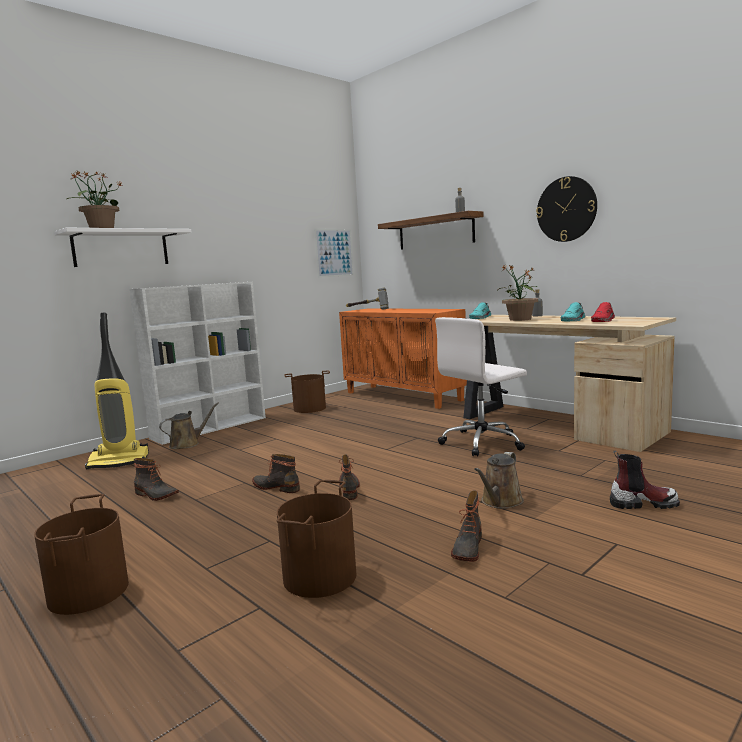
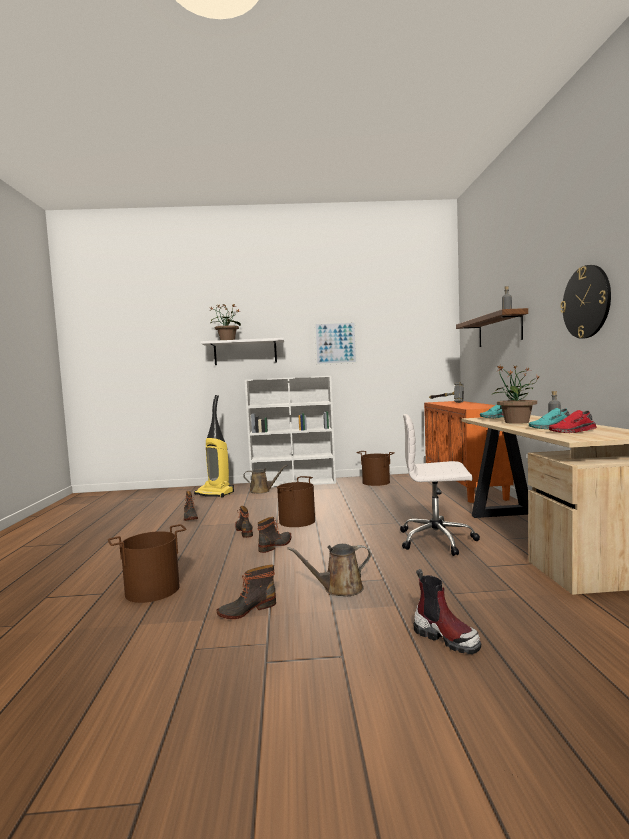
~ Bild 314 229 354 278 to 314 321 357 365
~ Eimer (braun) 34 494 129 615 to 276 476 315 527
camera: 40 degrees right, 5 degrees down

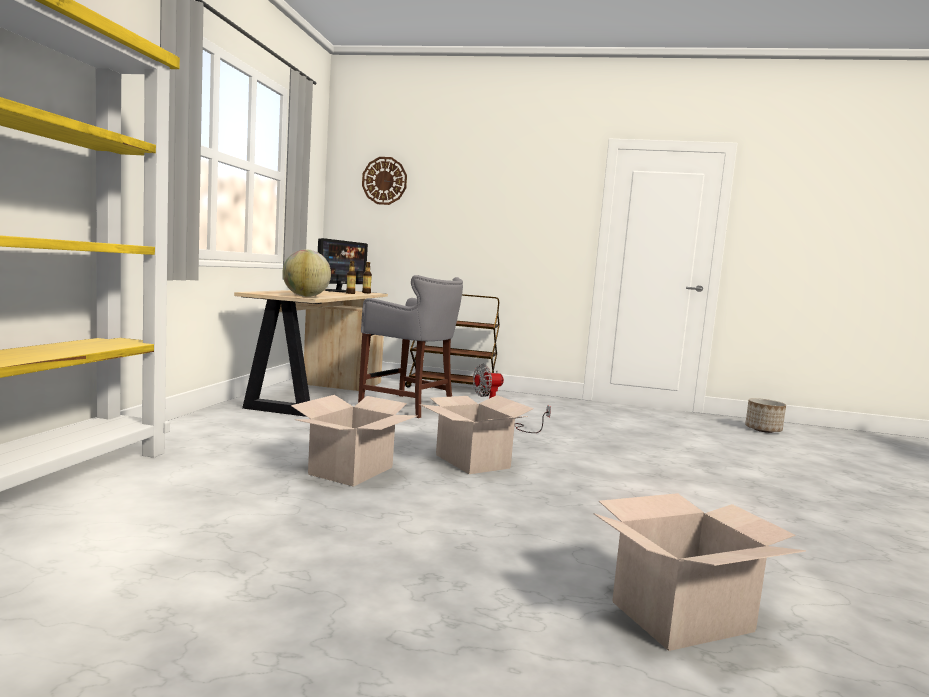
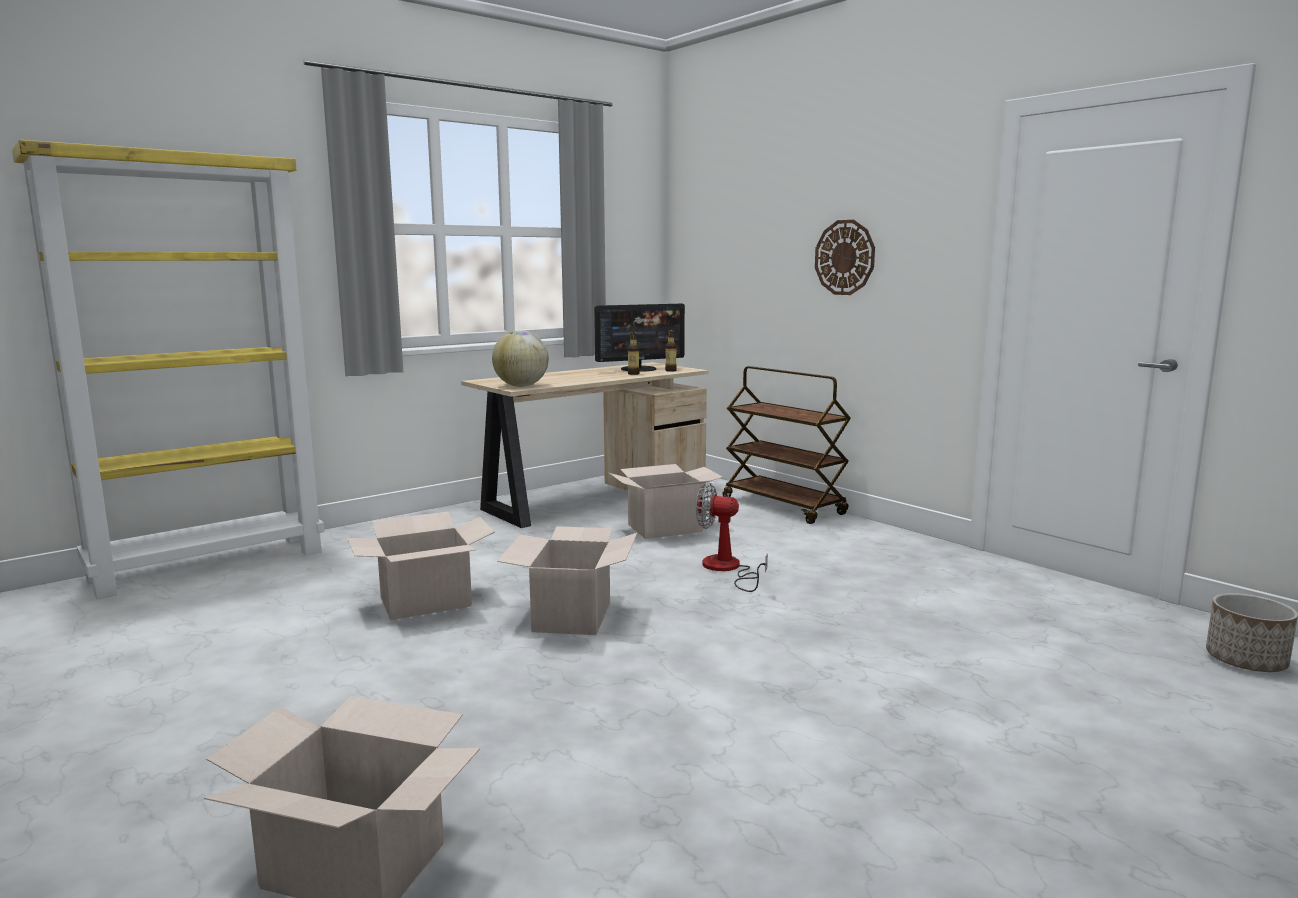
~ Wanduhr 362 157 407 205 to 815 220 875 295
~ Hocker (grau) 358 275 463 418 to Karton 609 464 723 539
camera: 40 degrees right, 5 degrees up

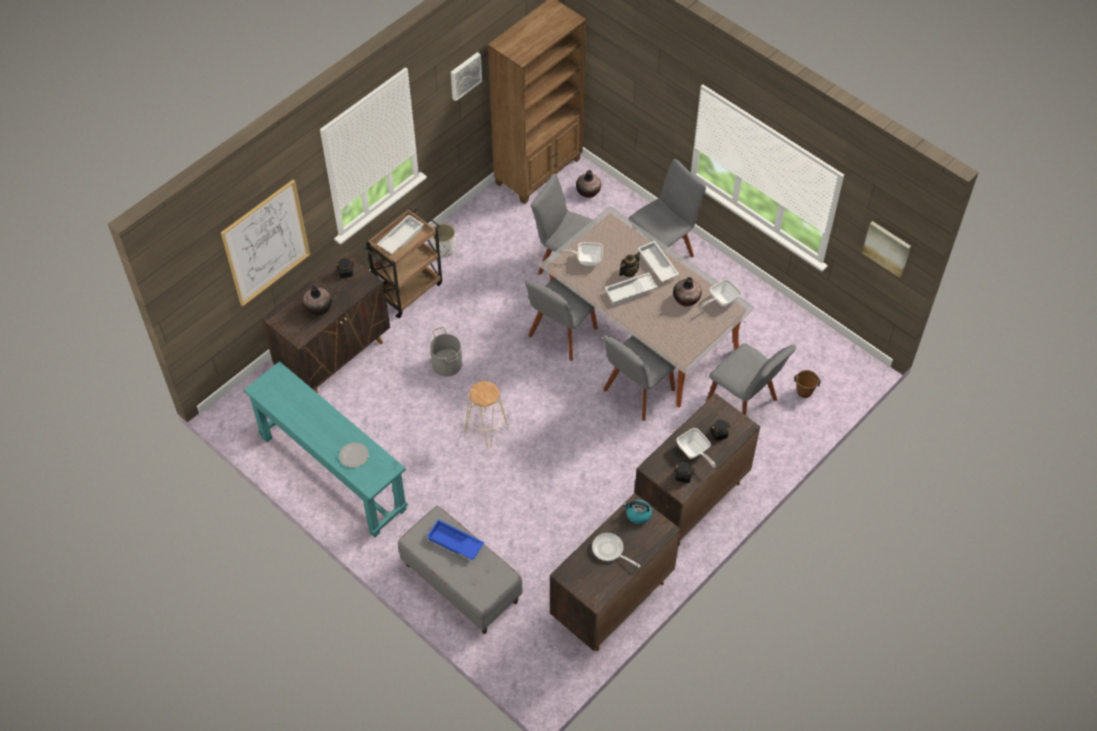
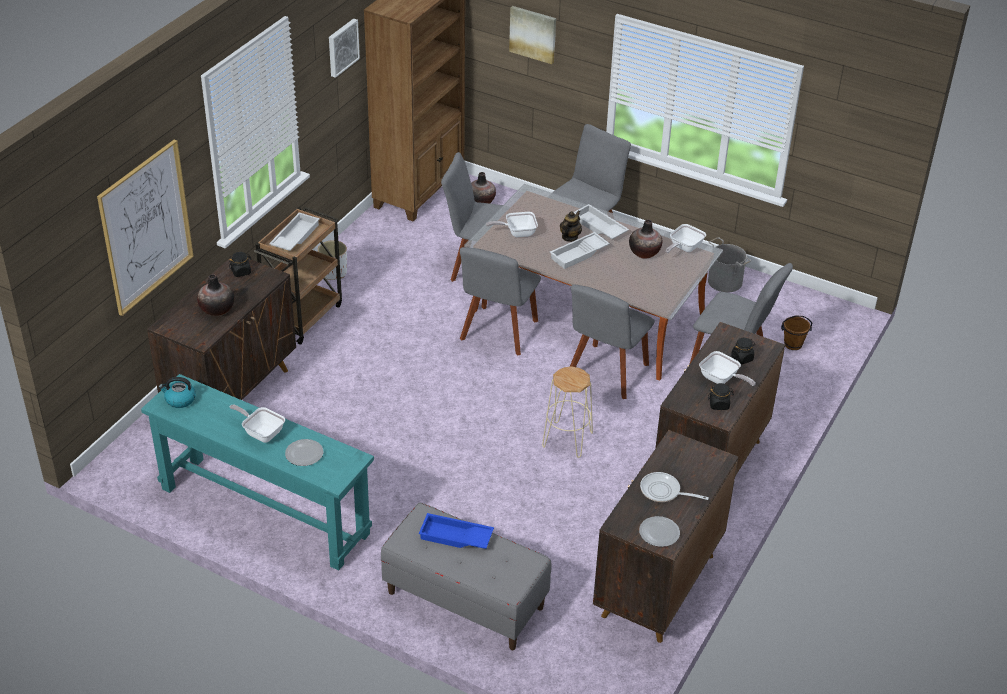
~ Bild 862 221 911 278 to 509 6 556 64
~ Eimer (grau) 430 327 462 377 to 708 237 751 293
~ Hocker (beige) 465 381 508 448 to 542 367 593 458
~ Wasserkessel 623 500 652 524 to 159 377 196 408
+ Pfanne 230 405 285 443
+ Teller 639 516 680 547
camera: 15 degrees left, 15 degrees down

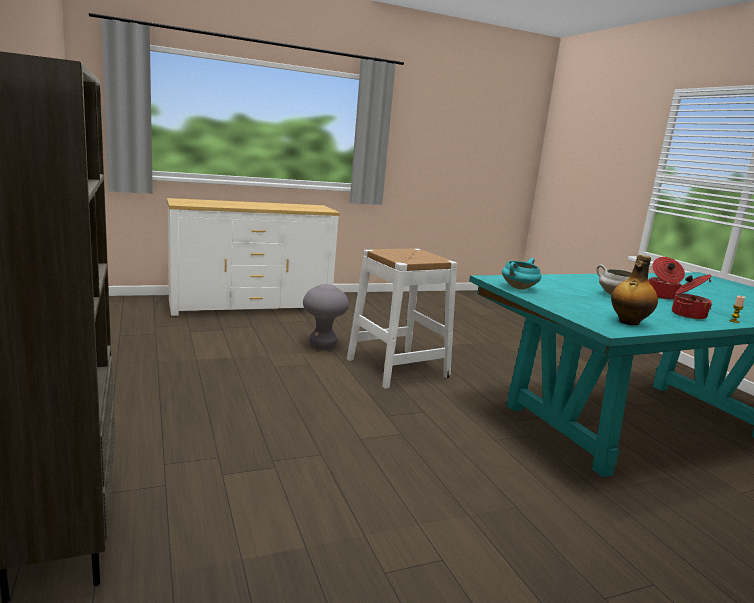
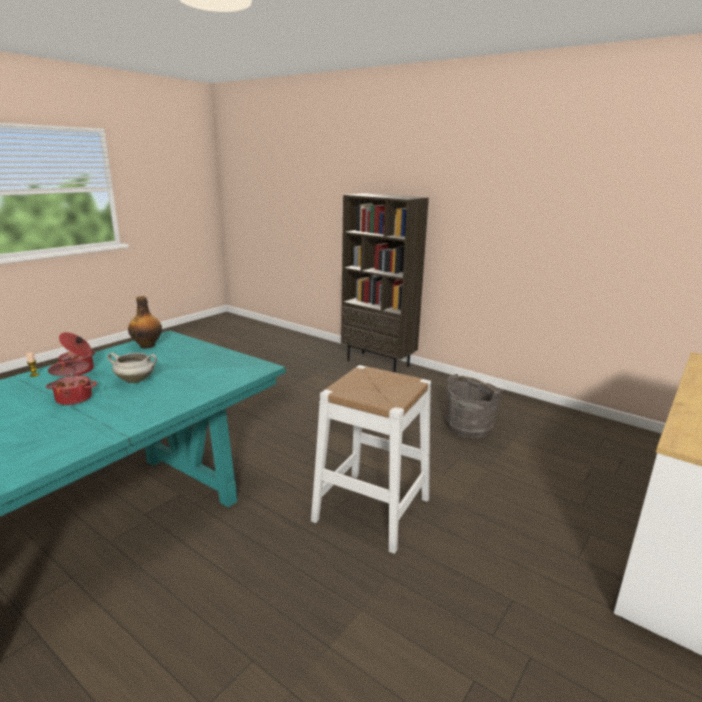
- Kochtopf (türkis) 502 258 541 290
- Hocker (grau) 303 284 349 350
+ Eimer (grau) 446 374 503 439
camera: 150 degrees right, 5 degrees up

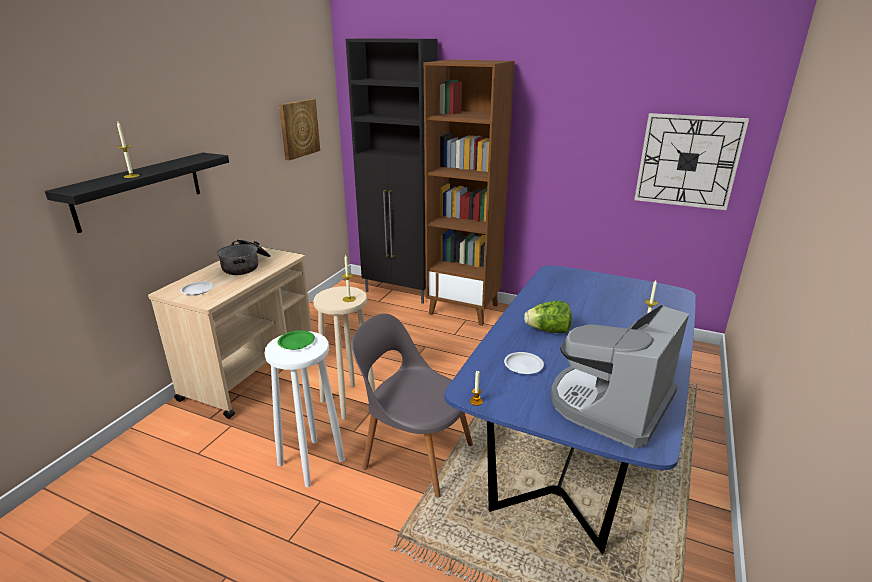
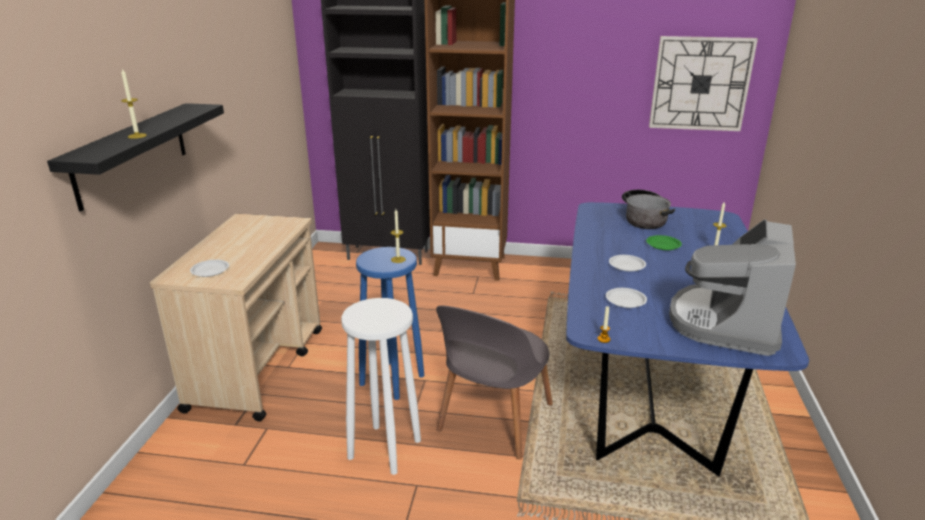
- Bild 279 99 320 161
~ Kochtopf 217 239 271 275 to 622 190 675 229
~ Hocker (beige) 313 286 375 420 to Hocker (blau) 356 247 424 400
~ Salatkopf 524 301 572 333 to Teller (weiß) 609 255 646 272
~ Stuhl (grau) 352 313 473 498 = 436 305 553 459 75 degrees counterclockwise
~ Teller (grün) 278 330 315 350 to 646 235 682 250
camera: 15 degrees left, 0 degrees up

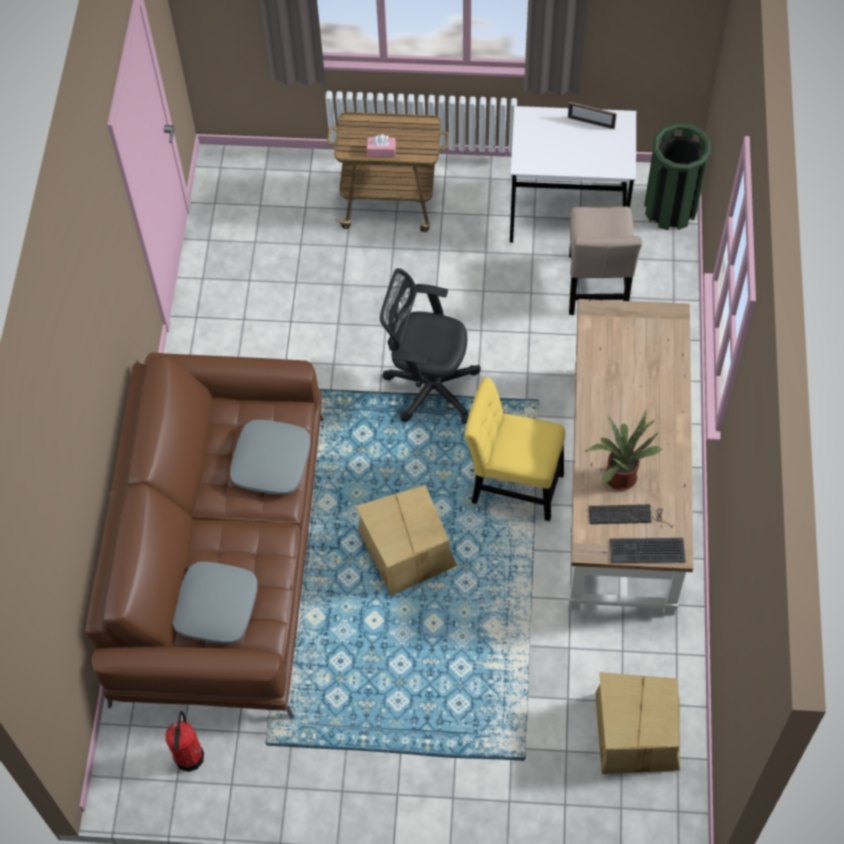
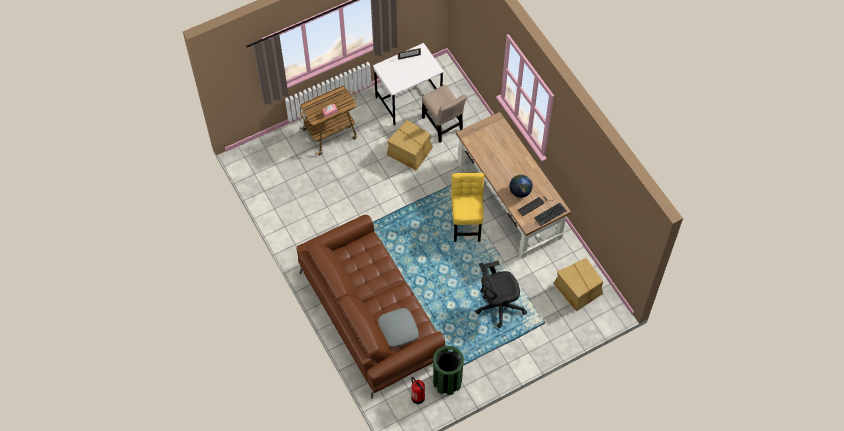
~ Mülleimer (grün) 644 123 711 230 to 433 346 464 395
~ Bürostuhl (schwarz) 380 268 481 424 to 475 260 527 328
~ Stuhl (gelb) 464 377 565 521 = 451 173 484 242 105 degrees clockwise
~ Topfpflanze 584 410 664 491 to Globus 509 175 533 198
- Kissen (grau) 230 420 310 495
~ Karton 356 485 457 596 to 387 120 433 171
camera: 35 degrees left, 0 degrees up

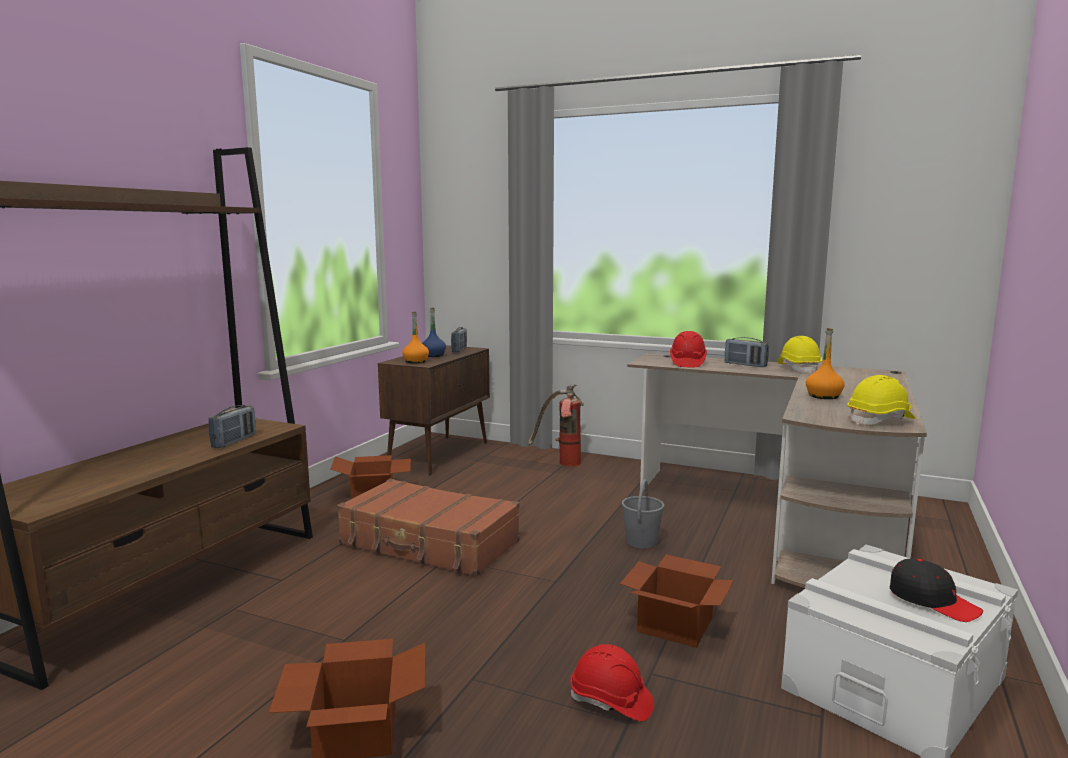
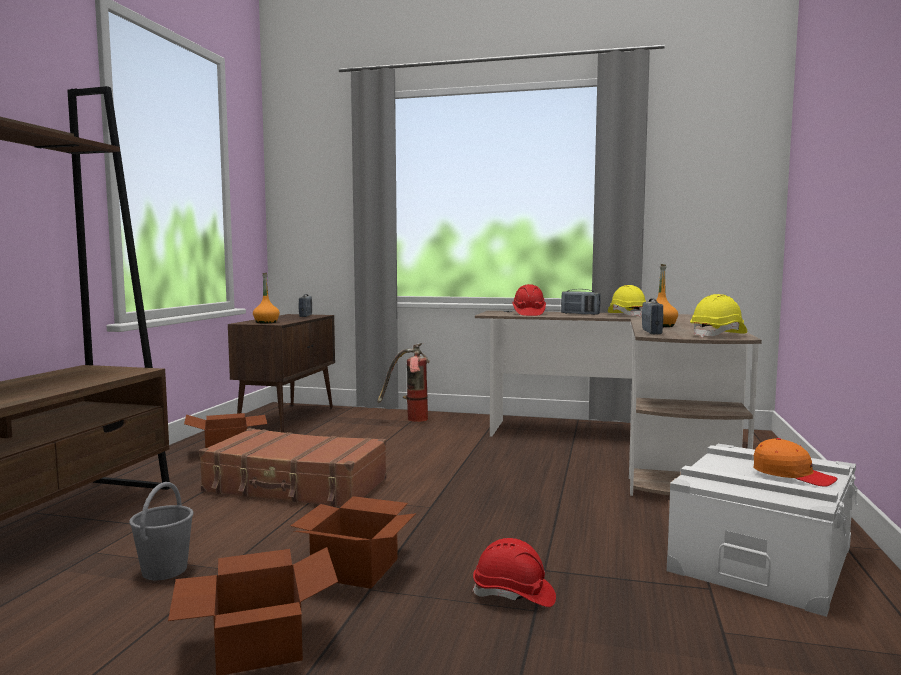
- Flasche (blau) 422 308 446 357
~ Radio 208 405 256 448 to 642 298 663 334
~ Eimer (grau) 622 479 664 548 to 129 482 193 580
~ Karton 620 555 734 648 to 291 496 416 589
~ Kappe (schwarz) 890 558 983 622 to Kappe (orange) 754 438 837 487
camera: 10 degrees left, 5 degrees down

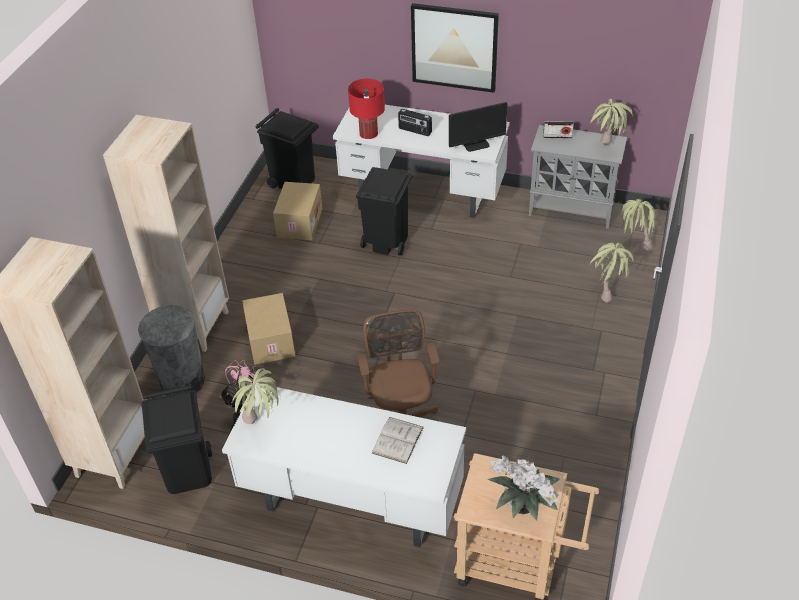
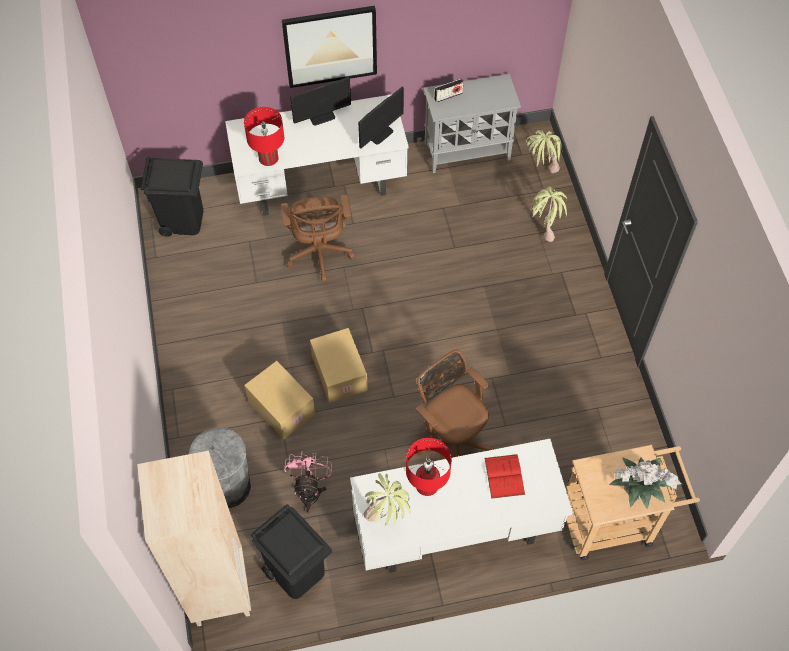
- Topfpflanze 590 99 633 145
- Radio 398 109 432 136
- Bücherregal (beige) 103 115 229 352
~ Mülleimer (schwarz) 356 167 413 256 to Bürostuhl (braun) 280 195 355 282
~ Karton 273 182 322 240 to 310 328 368 403
~ Buch (weiß) 372 417 424 464 to Buch (rot) 484 454 525 499
+ Monitor 290 77 351 126
+ Tischlampe (rot) 406 438 452 496
camera: 30 degrees left, 15 degrees up

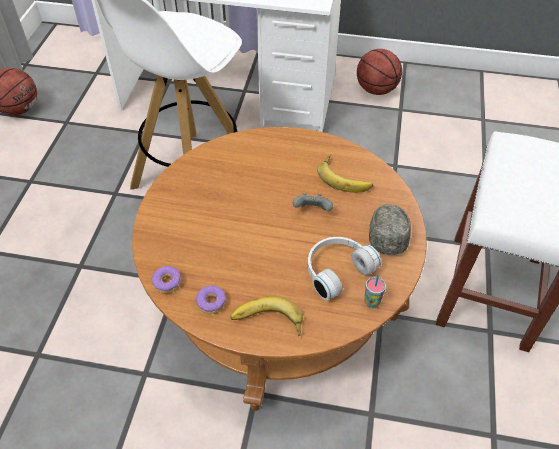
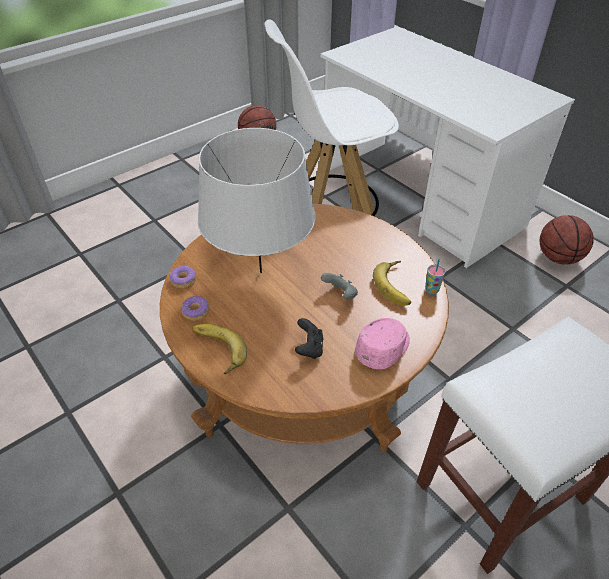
~ Kappe (grau) 369 204 411 255 to Kappe (rosa) 355 318 410 369
~ Kopfhörer (weiß) 308 237 381 300 to Gamepad (schwarz) 295 318 323 359
~ Tasse 364 275 386 308 to 425 259 445 295
+ Tischlampe (grau) 198 128 315 273
camera: 40 degrees right, 5 degrees down

